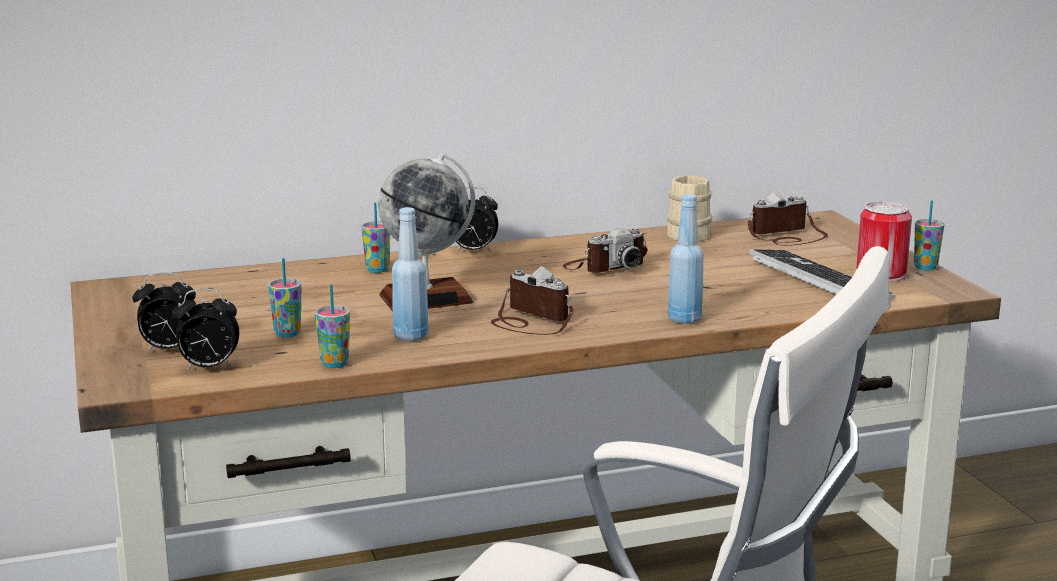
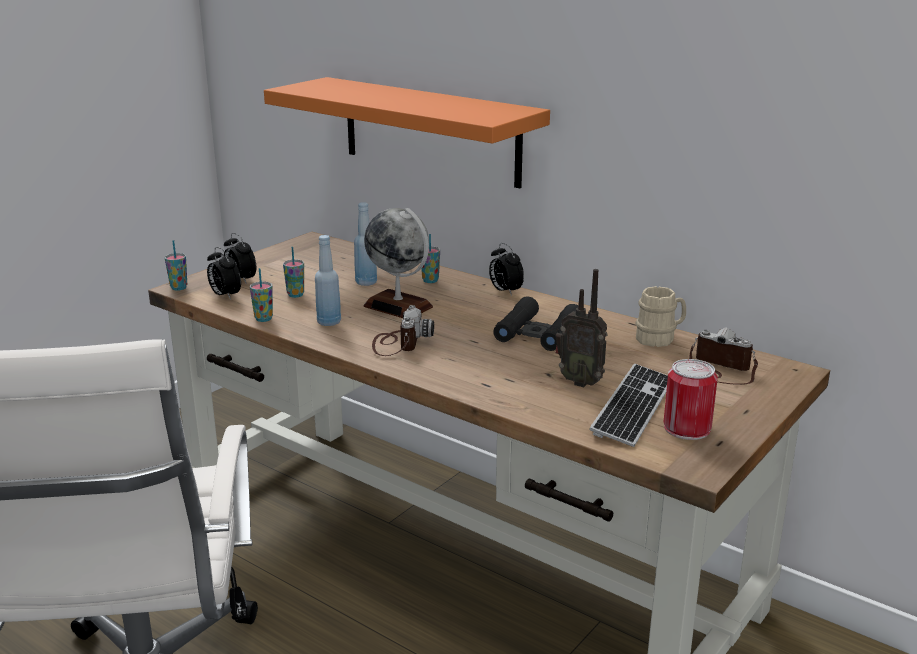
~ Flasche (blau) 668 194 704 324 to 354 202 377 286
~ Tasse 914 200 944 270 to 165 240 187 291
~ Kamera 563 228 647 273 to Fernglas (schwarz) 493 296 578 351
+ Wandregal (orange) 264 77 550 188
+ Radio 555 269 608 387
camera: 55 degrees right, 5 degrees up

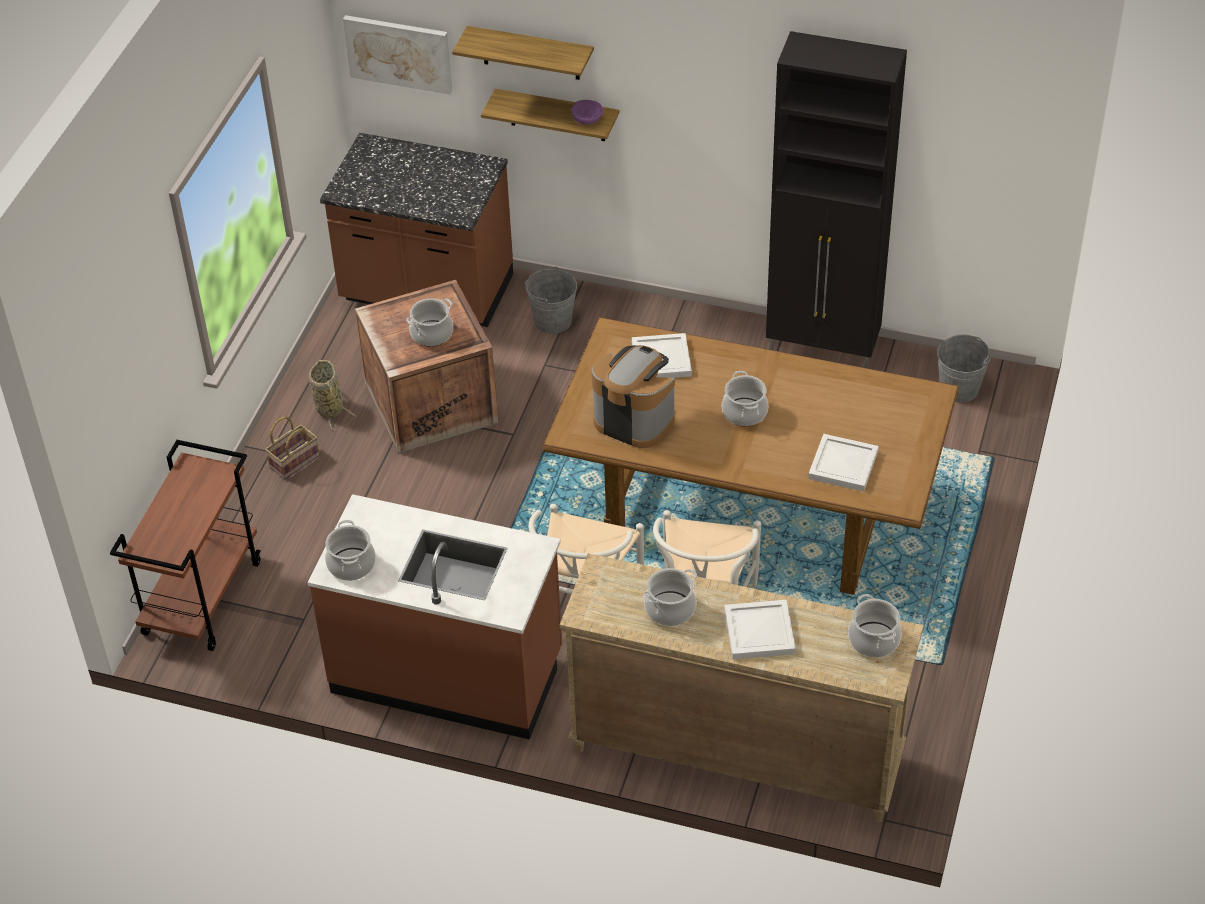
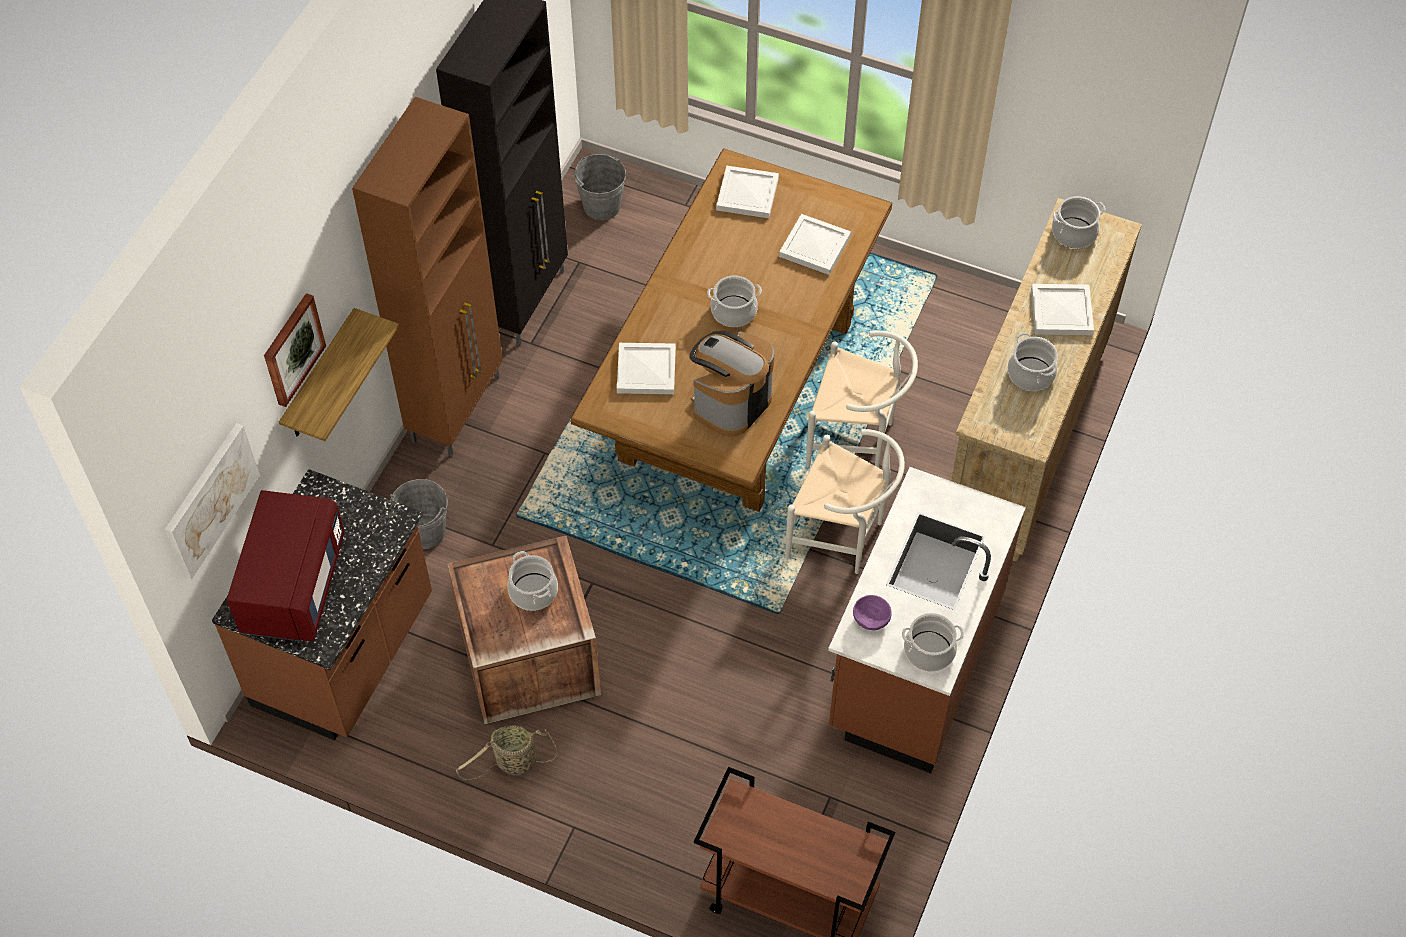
~ Wandregal 452 26 594 80 to Bild 264 293 326 407
~ Schüssel (lila) 571 100 603 125 to 853 595 892 630
- Korb 265 417 319 479
+ Schrank (braun) 352 97 503 457
+ Tablett (weiß) 716 165 779 218
+ Mikrowelle (rot) 227 490 345 642
camera: 85 degrees left, 10 degrees up

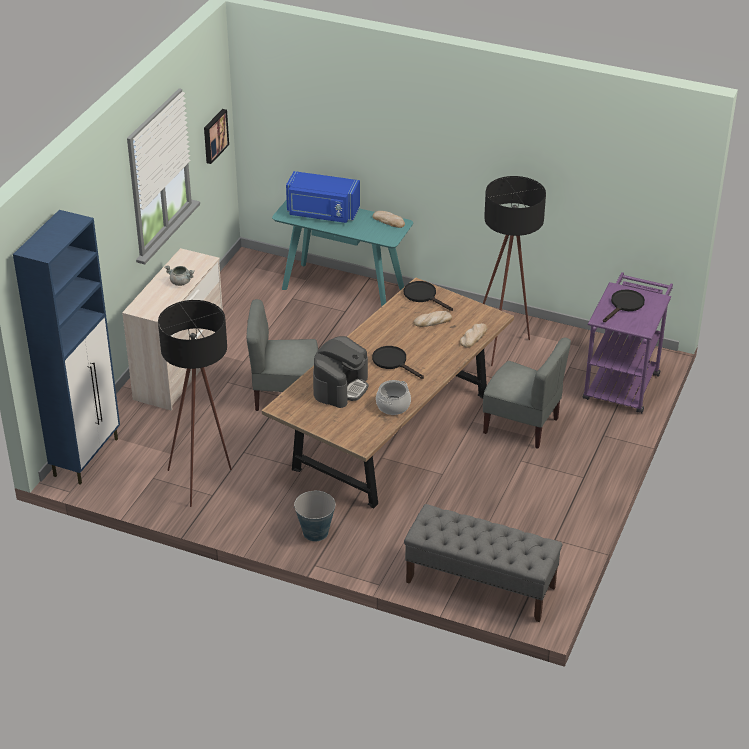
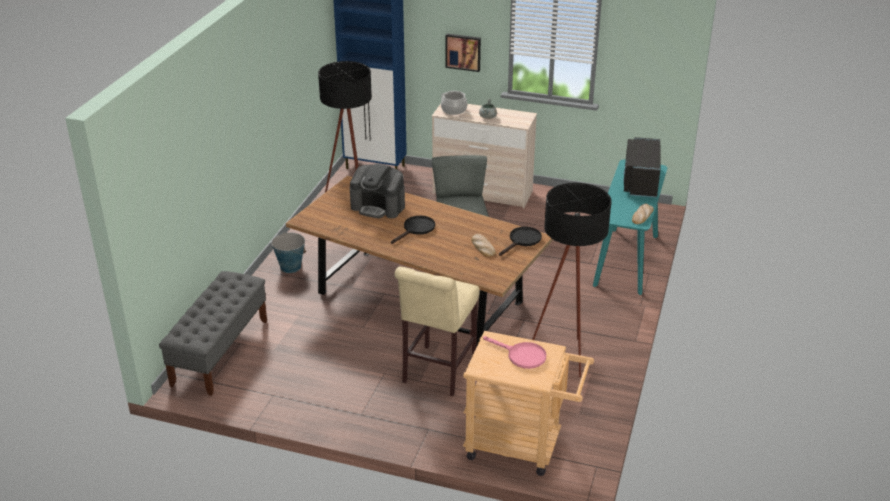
~ Bild 204 109 229 164 to 446 34 481 72
~ Mikrowelle (blau) 286 171 360 223 to Mikrowelle (schwarz) 623 137 660 198
~ Rollwagen (lila) 583 272 673 414 to Rollwagen (beige) 463 331 594 476
~ Pfanne (schwarz) 603 289 645 322 to Pfanne (rosa) 483 336 546 369
- Brot 460 323 487 348
~ Stuhl (grau) 483 337 571 449 to Hocker (beige) 394 267 480 396
~ Kochtopf 376 380 411 415 to 441 91 467 115
camera: 85 degrees right, 5 degrees down

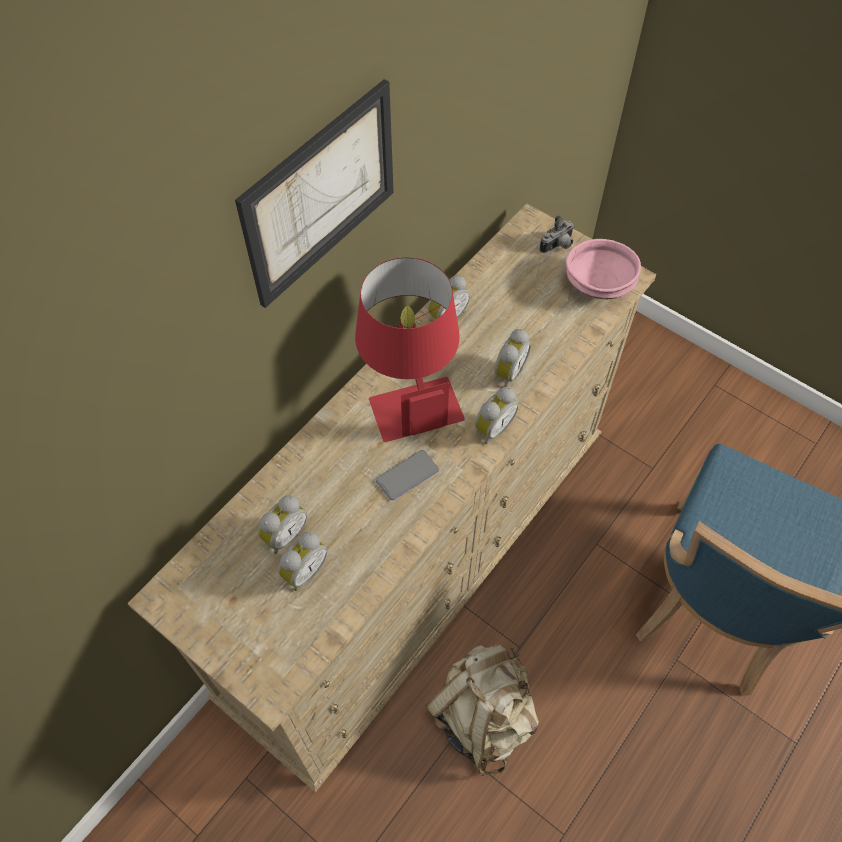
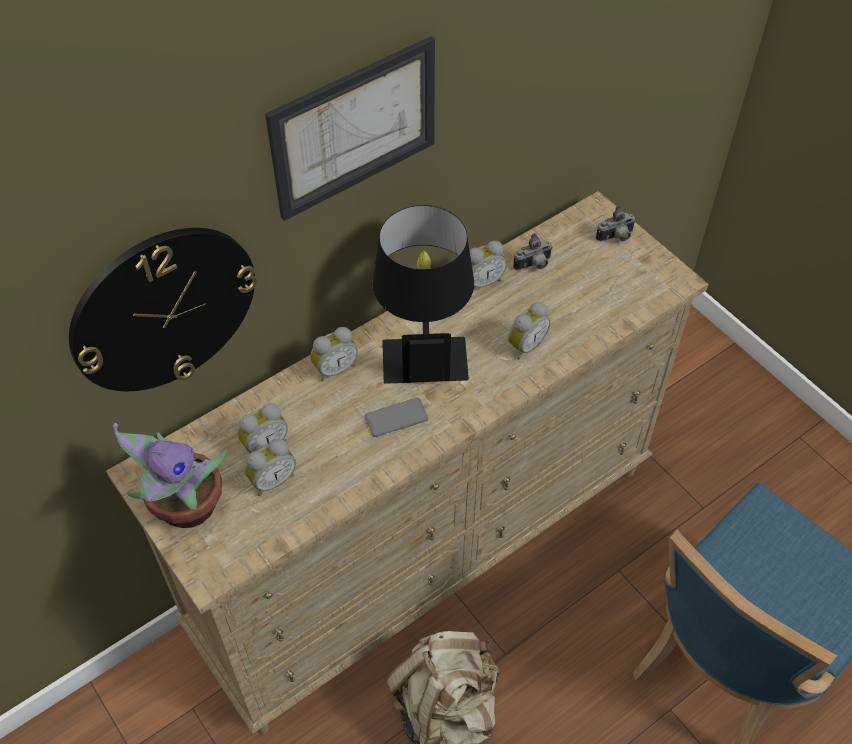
- Schüssel (rosa) 566 239 641 299
~ Tischlampe (rot) 355 257 465 442 to Tischlampe (schwarz) 372 205 474 384
~ Wecker 475 387 518 444 to 310 327 358 382
+ Wanduhr 69 228 257 391
+ Kamera 513 233 553 270
+ Topfpflanze 113 423 227 528
camera: 15 degrees right, 5 degrees down

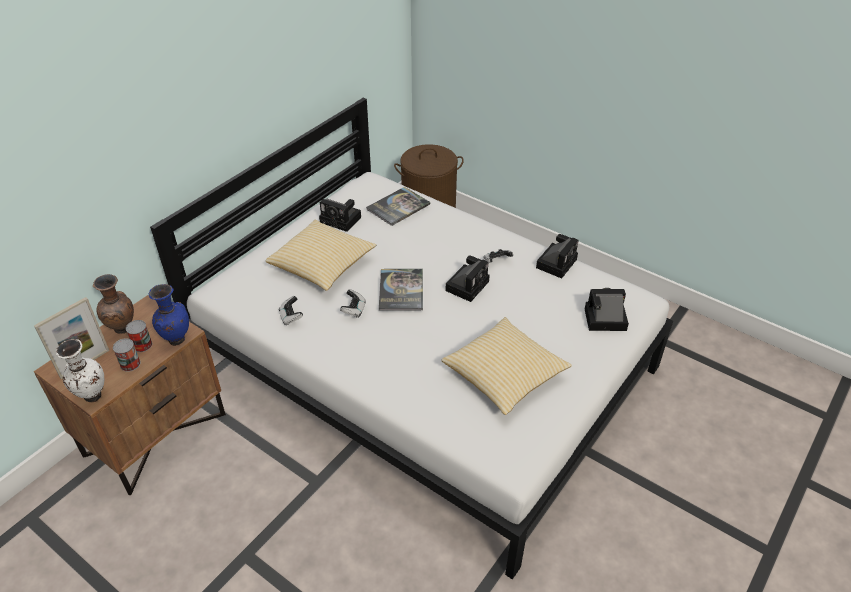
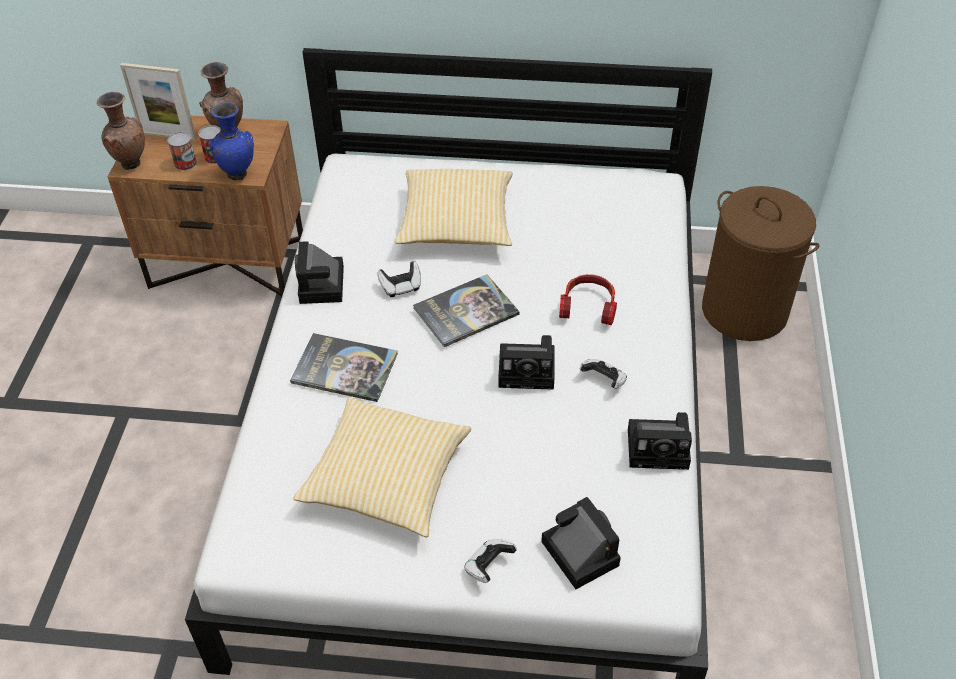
~ Buch 366 187 430 226 to 290 333 398 402
~ Kamera 319 199 361 232 to 295 241 344 304
~ Gamepad 279 296 303 325 to 464 539 517 583
~ Vase (weiß) 56 339 104 402 to Vase (braun) 97 92 145 170
+ Kopfhörer 559 274 617 325
camera: 60 degrees right, 5 degrees up

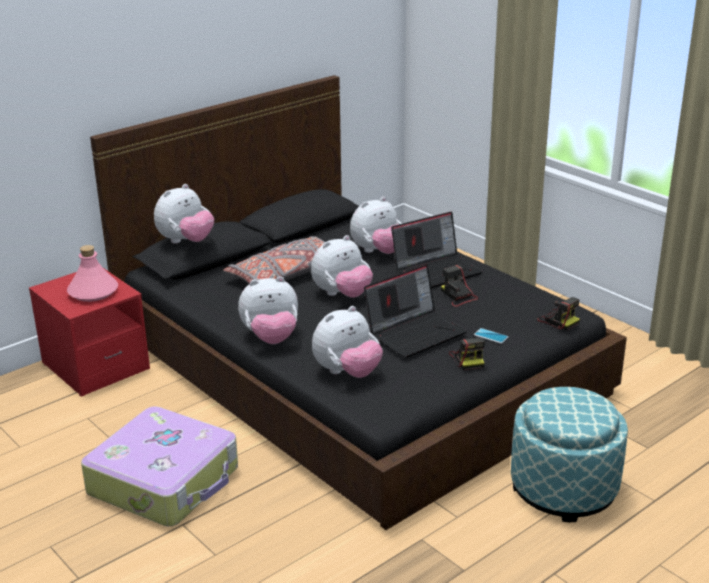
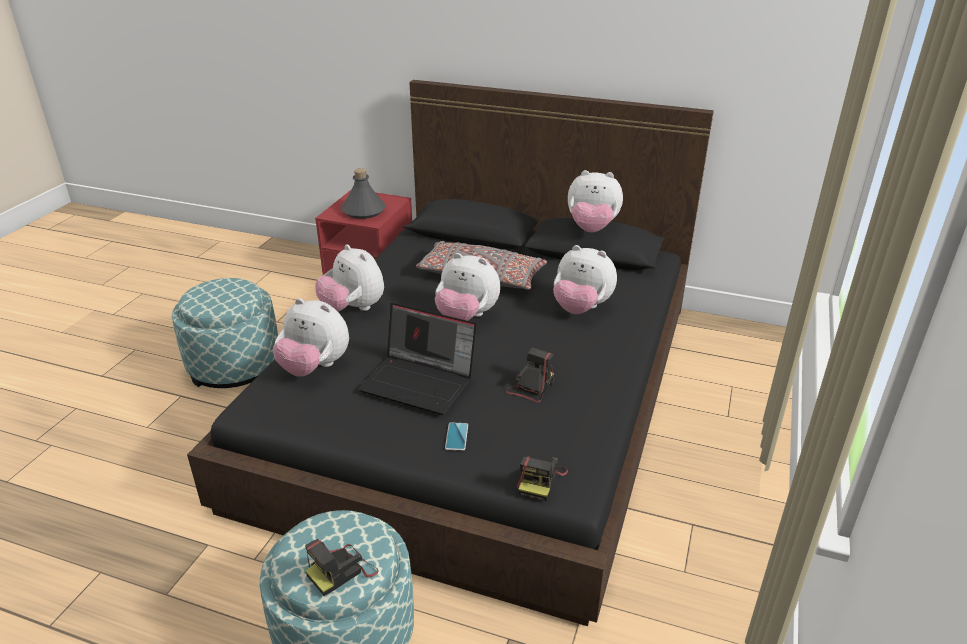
~ Plüschtier 154 184 214 243 to 568 170 623 232
- Laptop 391 211 482 288
~ Flasche (rosa) 67 245 118 302 to Flasche (grau) 341 168 386 219
~ Kamera 449 338 485 370 to 305 539 379 596
~ Koffer 81 406 238 526 to Polsterhocker 172 278 278 388
camera: 60 degrees right, 5 degrees up

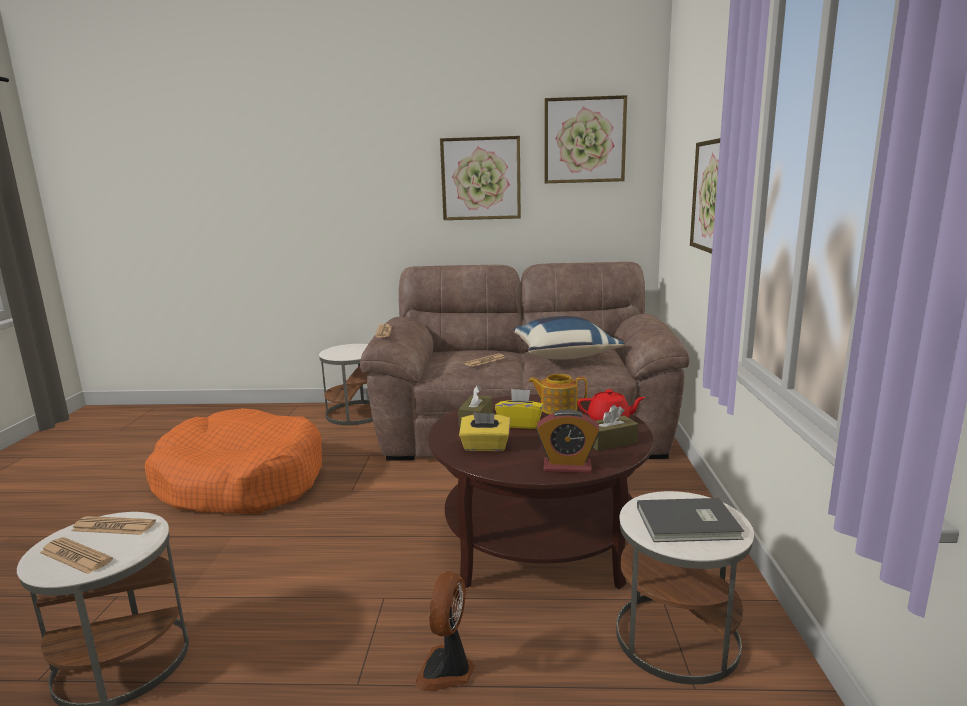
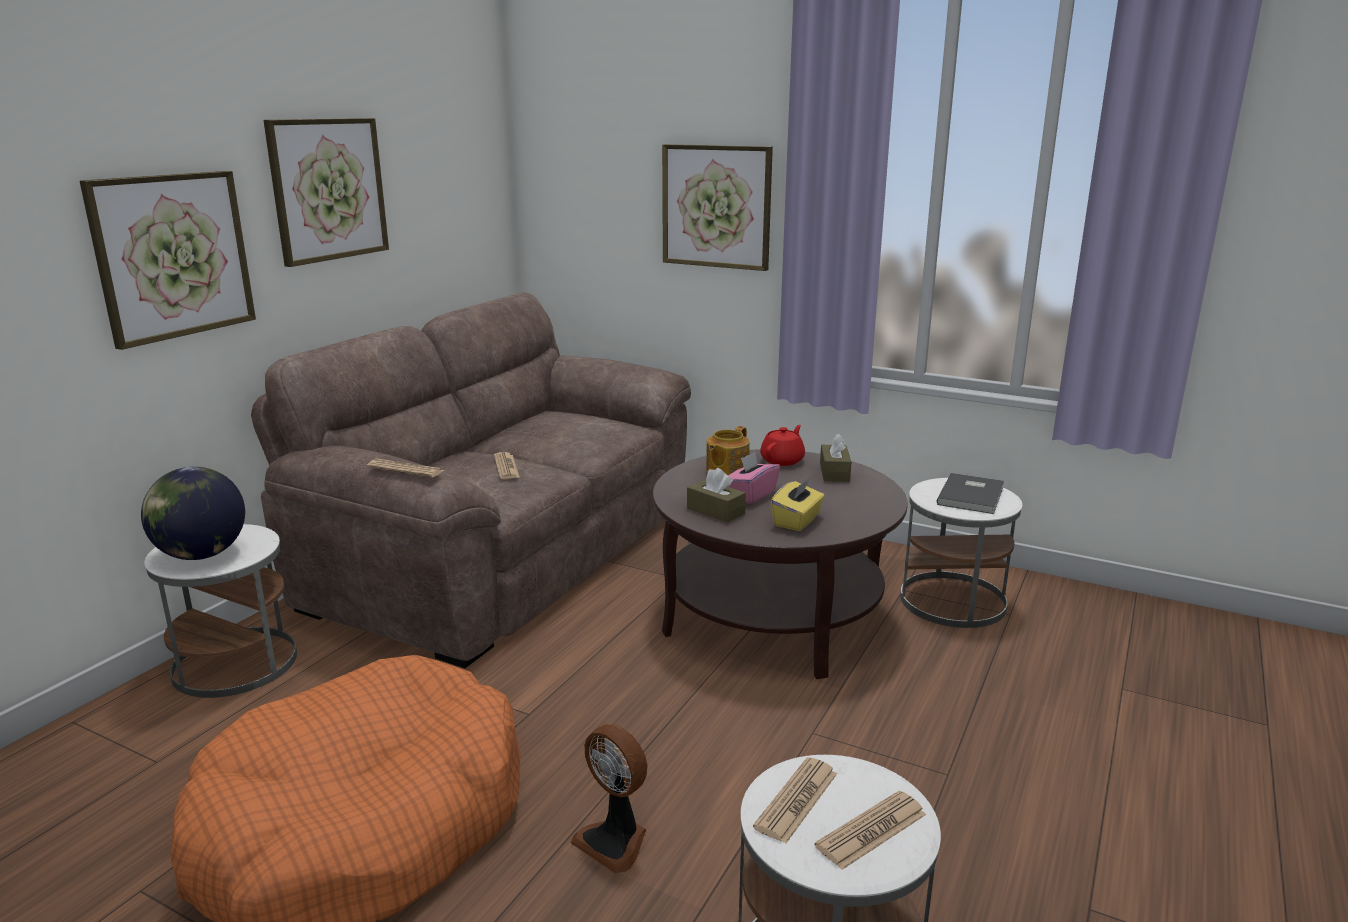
~ Bild 544 95 627 183 to 80 171 256 350
- Kissen (blau) 513 316 625 360
~ Taschentuchbox (gelb) 495 389 544 429 to Taschentuchbox (rosa) 728 452 780 504
- Wecker 536 409 600 473
~ Ventilator 414 571 475 691 to 570 724 647 874
+ Globus 141 467 245 560
camera: 65 degrees left, 5 degrees up

